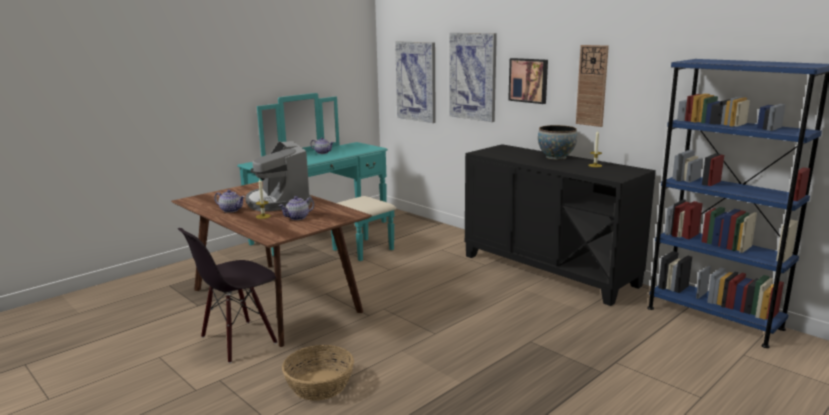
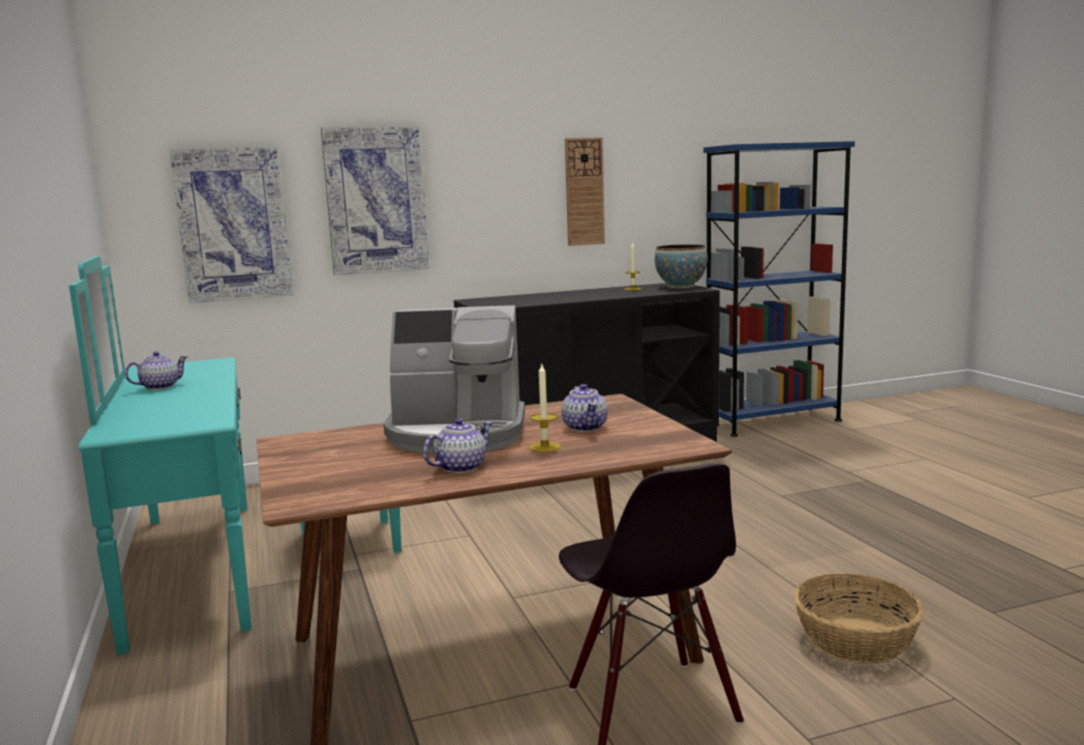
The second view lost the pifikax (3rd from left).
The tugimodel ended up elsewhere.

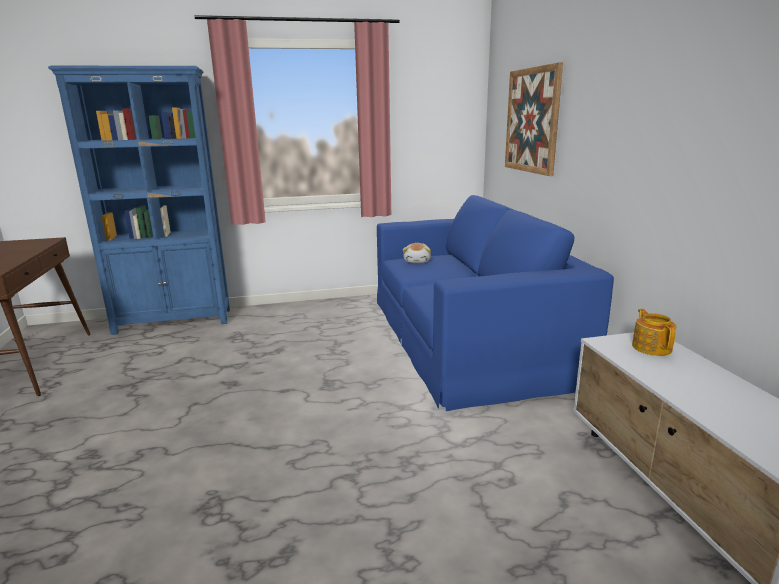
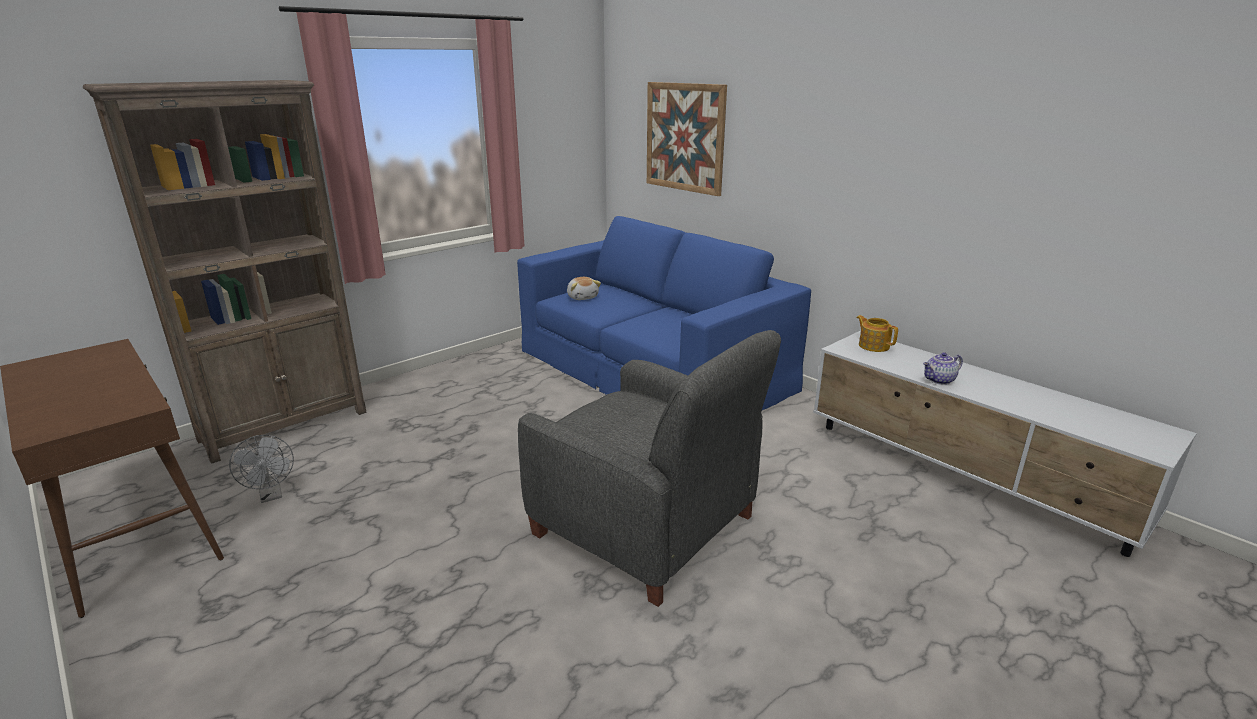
What was the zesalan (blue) turned into the zesalan (brown).
The second view gained the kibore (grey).
The second view gained the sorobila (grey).
The second view gained the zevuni (2nd from left).

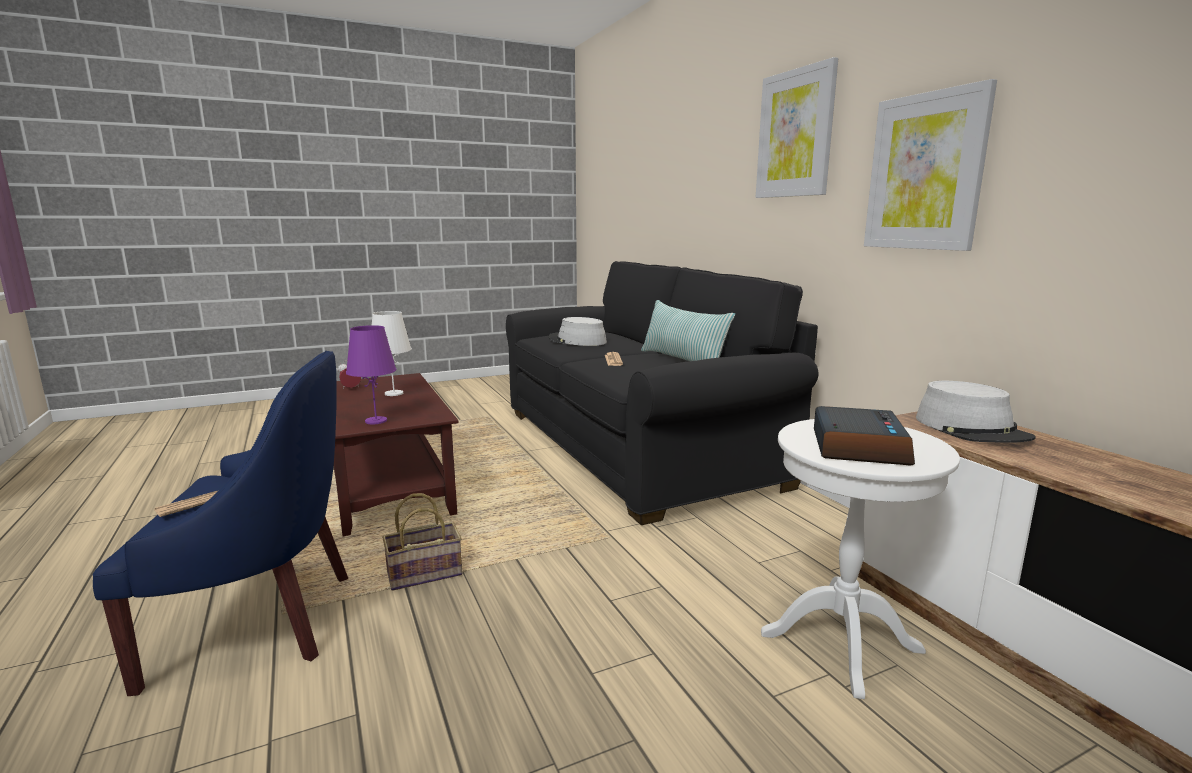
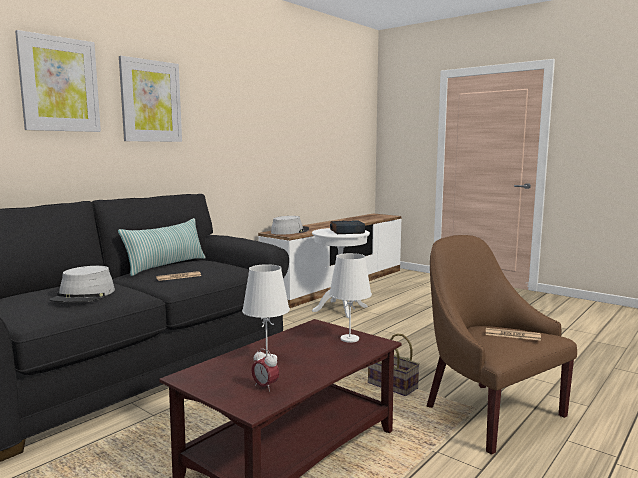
What was the sorobila (blue) turned into the sorobila (brown).
What was the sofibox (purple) turned into the sofibox (white) (2nd from left).
The pifikax (2nd from left in the first image) ended up elsewhere.

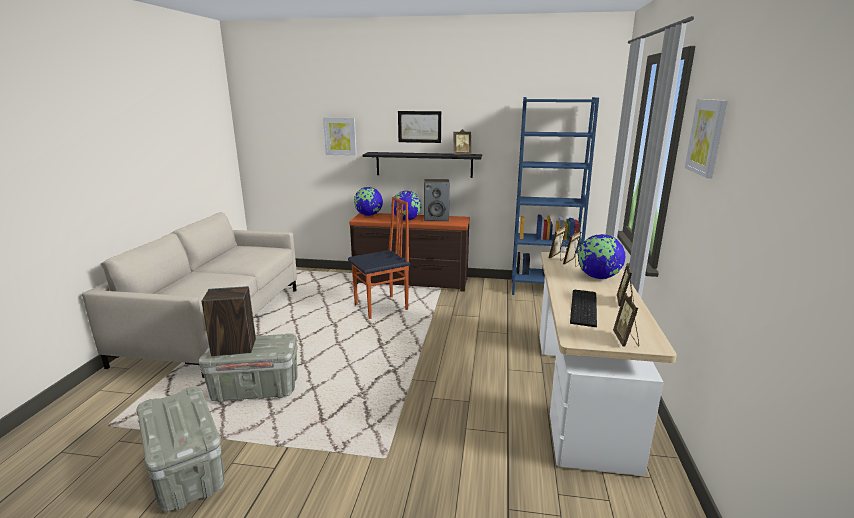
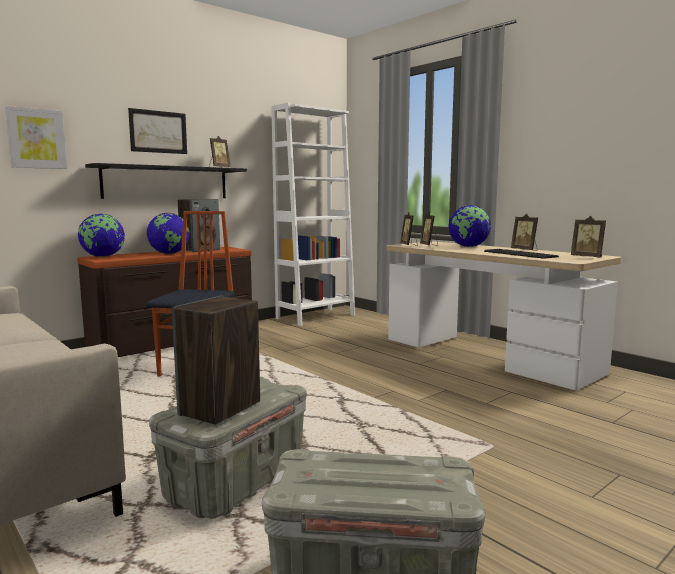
What was the zesalan (blue) turned into the zesalan (white).
The second view lost the pifikax (3rd from left).

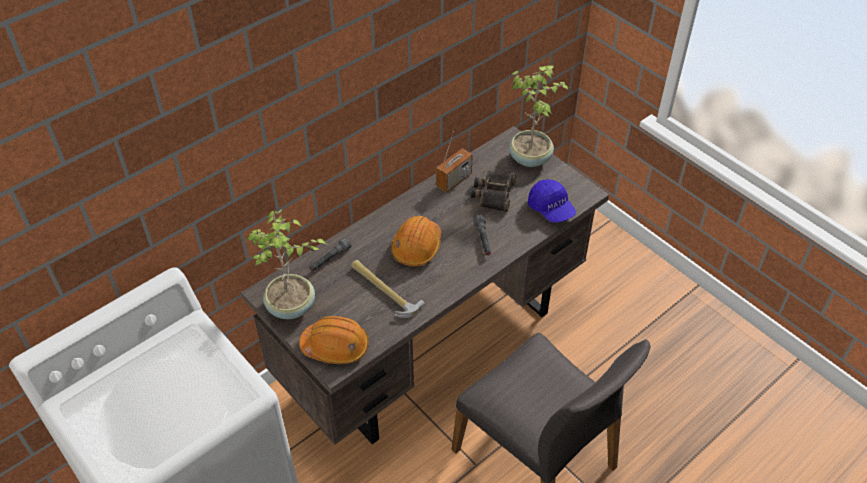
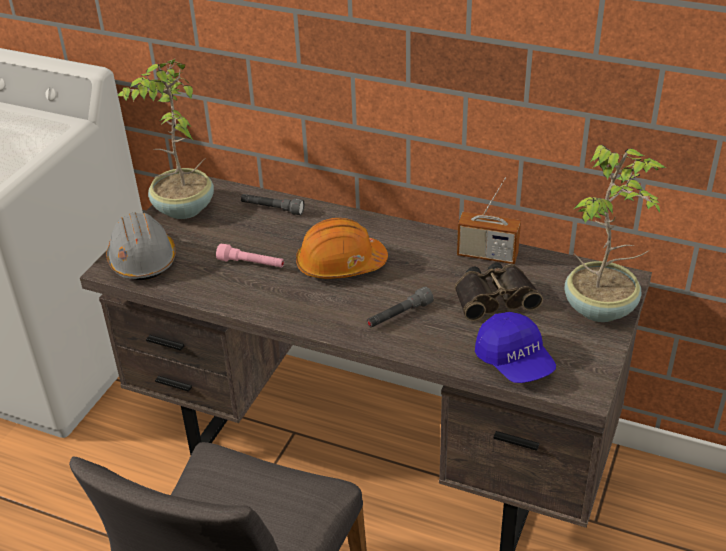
What was the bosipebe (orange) (1st from left) turned into the bosipebe (grey).
Where the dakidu stood, the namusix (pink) came to stand.
The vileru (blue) ended up facing another way, 60 degrees counterclockwise from before.

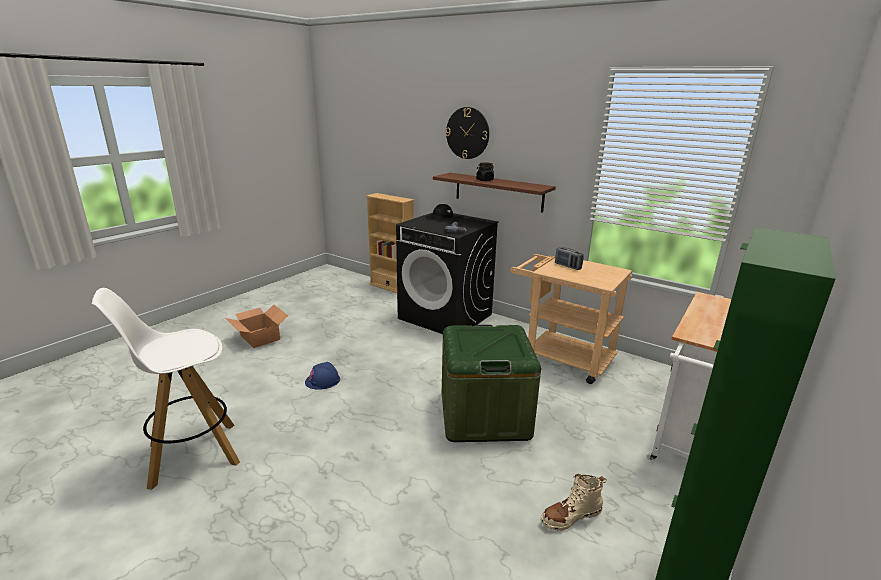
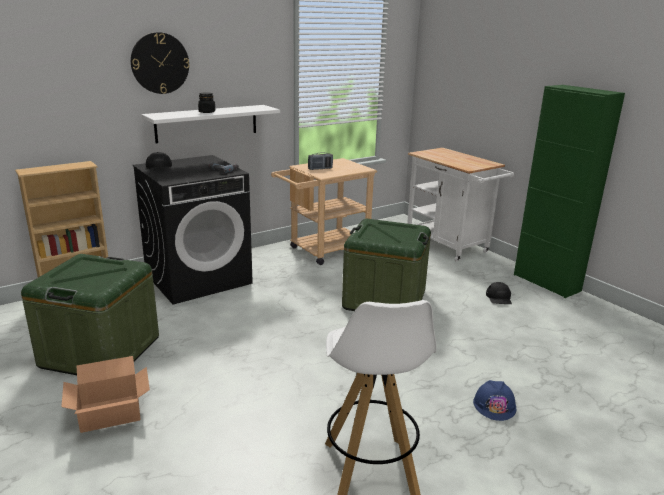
The bosipebe (blue) ended up elsewhere.
What was the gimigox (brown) turned into the gimigox (white).
Where the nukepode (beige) stood, the vileru (black) (2nd from left) came to stand.
The second view gained the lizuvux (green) (1st from left).

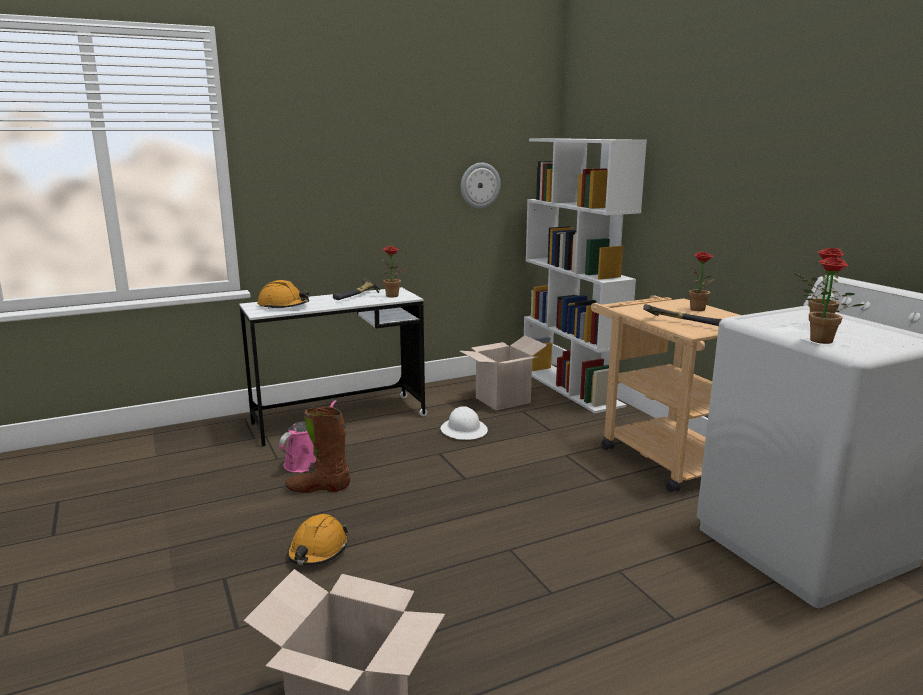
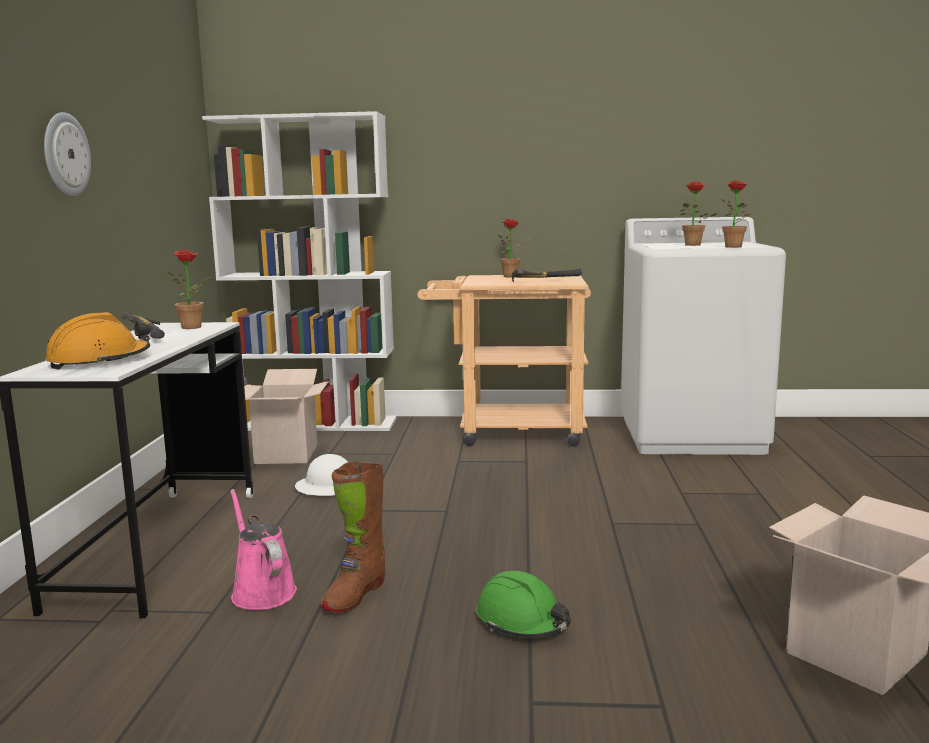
What was the bosipebe (orange) (2nd from left) turned into the bosipebe (green).
The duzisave ended up elsewhere.

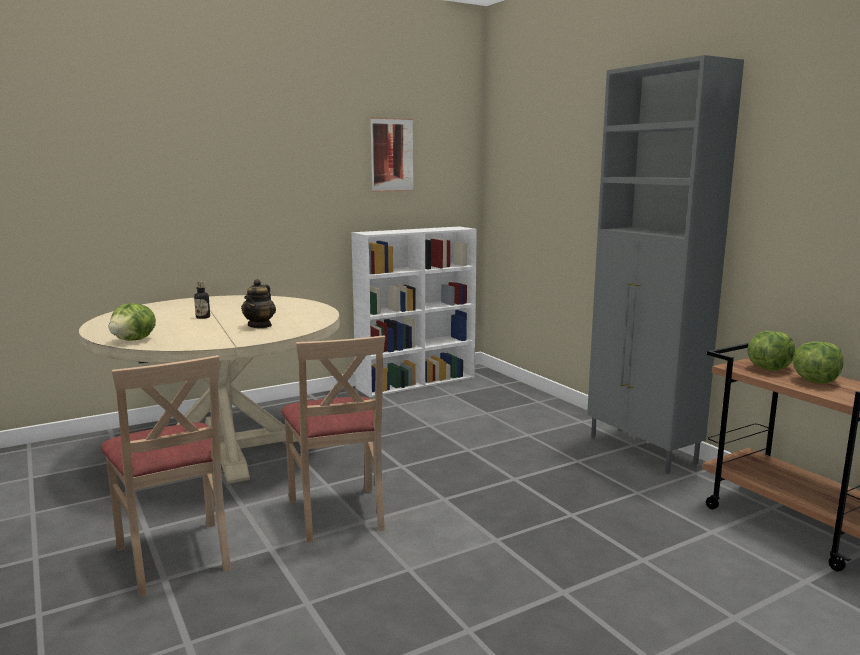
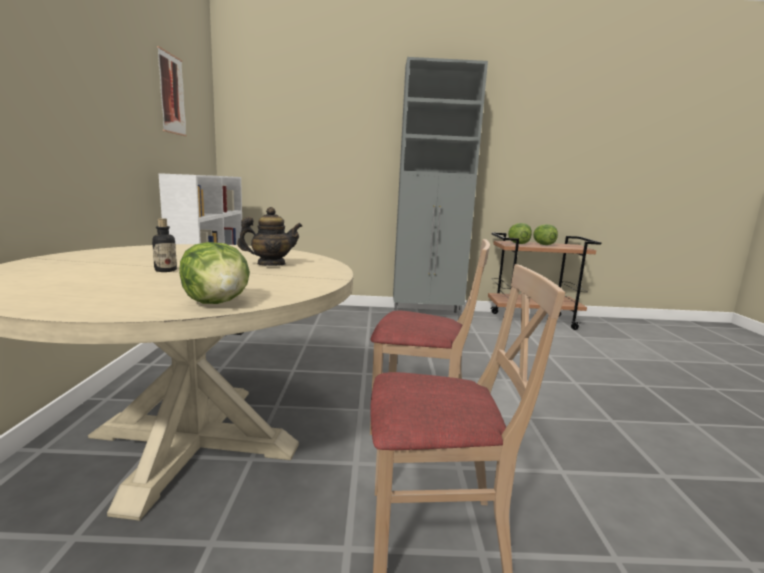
The zevuni ended up facing another way, 60 degrees counterclockwise from before.

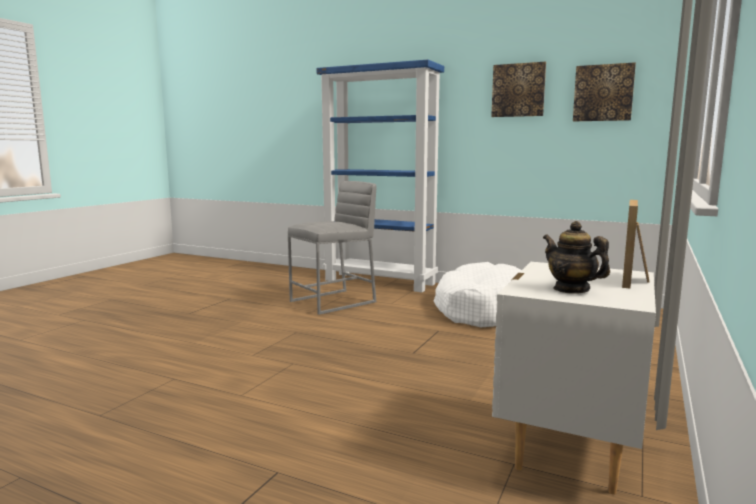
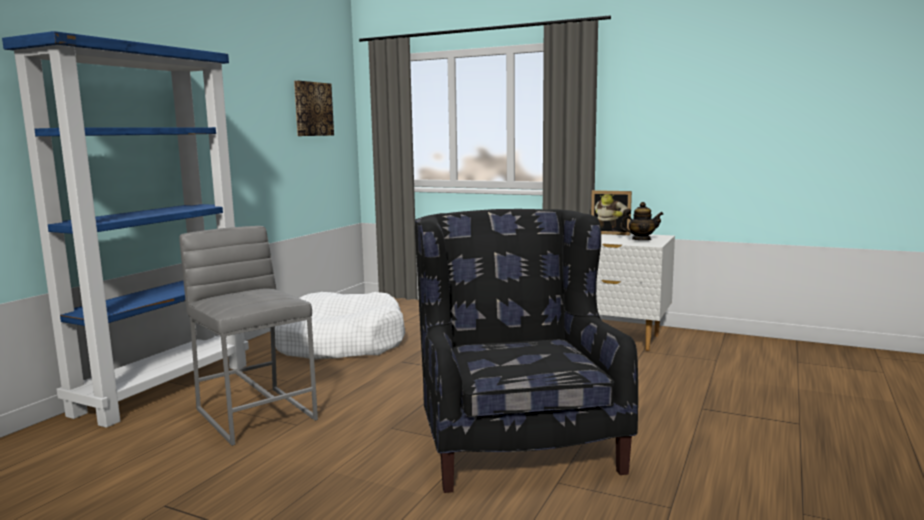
The second view lost the pifikax (1st from left).
The zevuni ended up facing another way, 135 degrees counterclockwise from before.
The second view gained the sorobila (black).

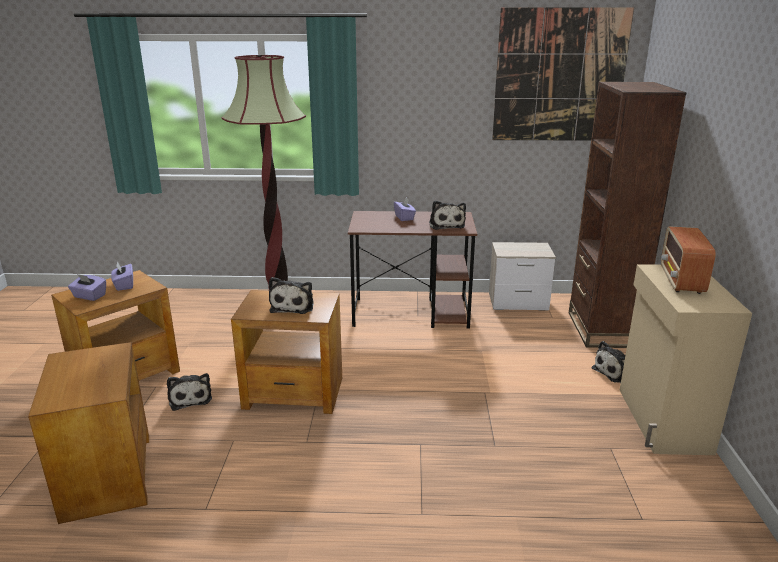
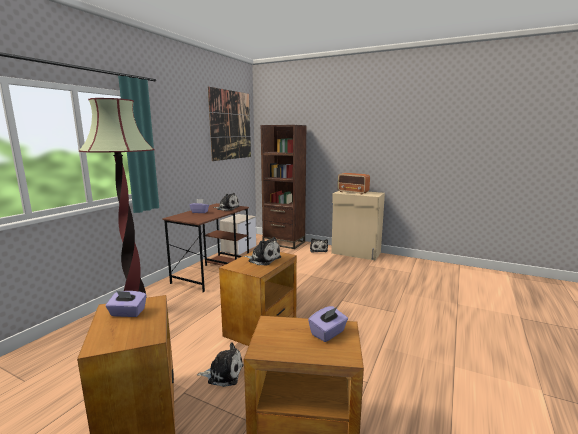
The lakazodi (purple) (1st from left in the first image) ended up elsewhere.

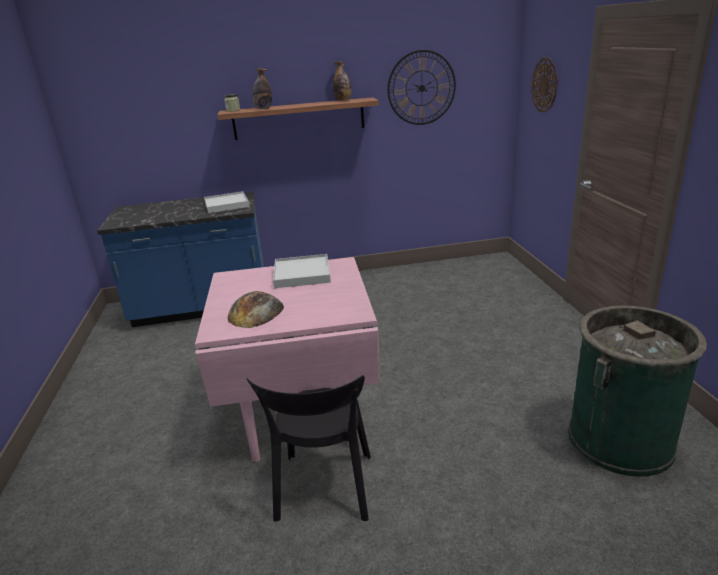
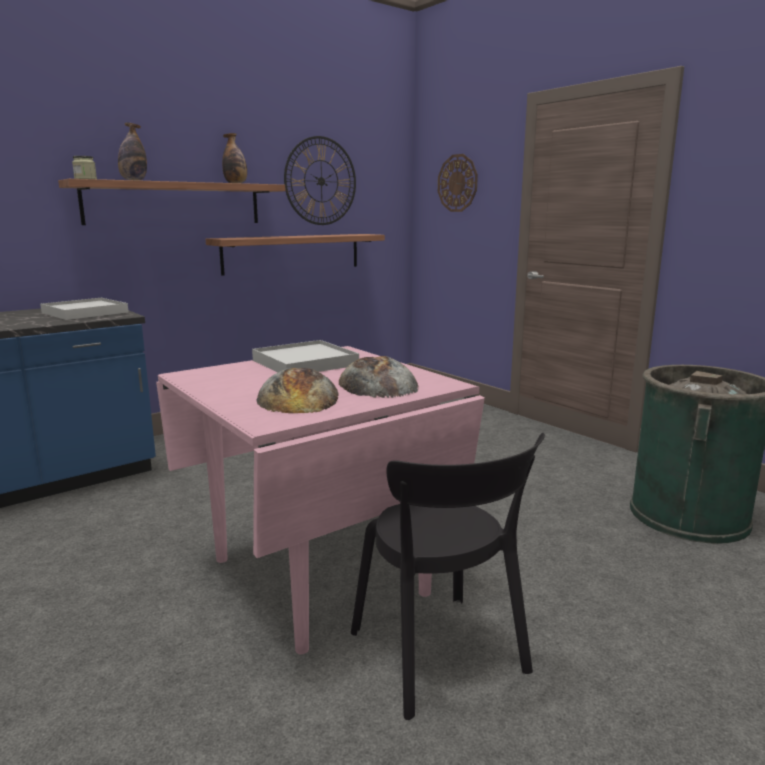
The second view gained the gimigox (2nd from left).
The second view gained the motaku (2nd from left).

